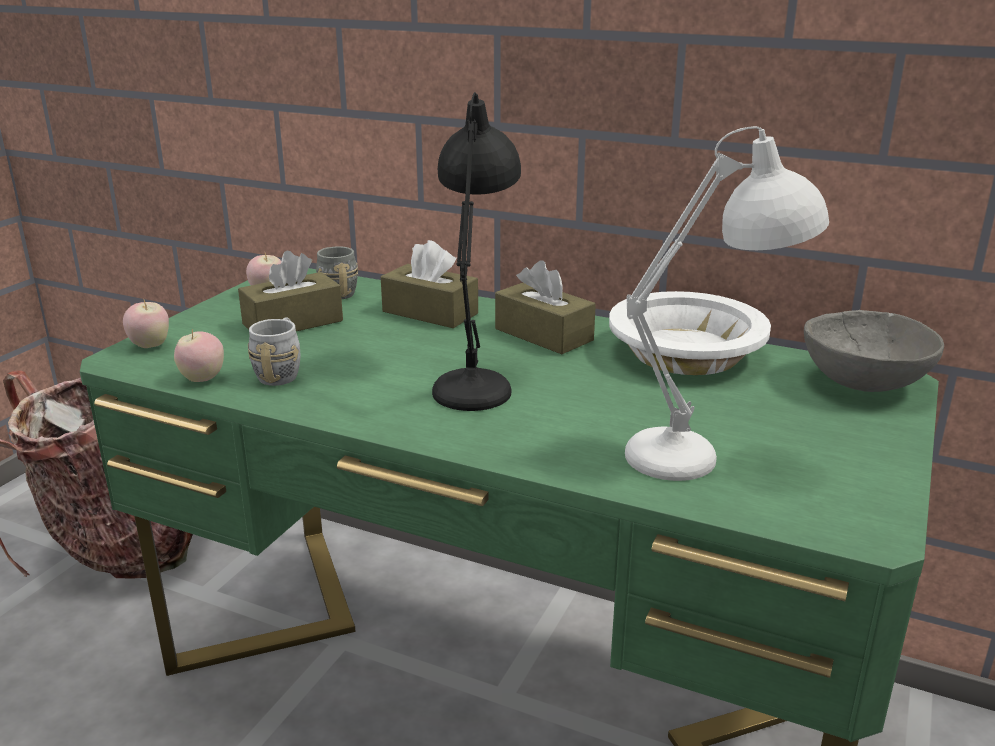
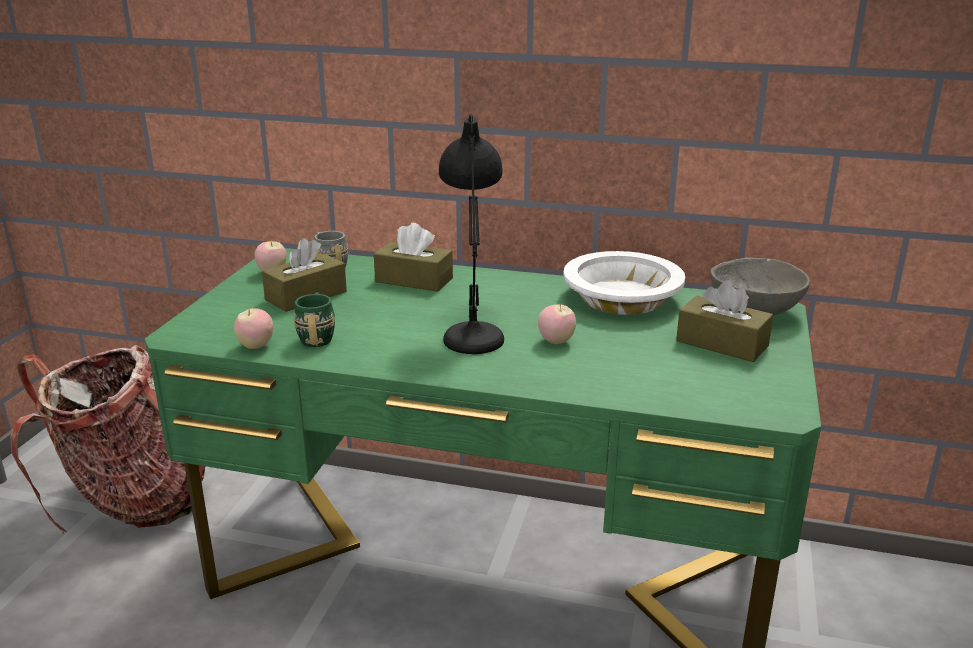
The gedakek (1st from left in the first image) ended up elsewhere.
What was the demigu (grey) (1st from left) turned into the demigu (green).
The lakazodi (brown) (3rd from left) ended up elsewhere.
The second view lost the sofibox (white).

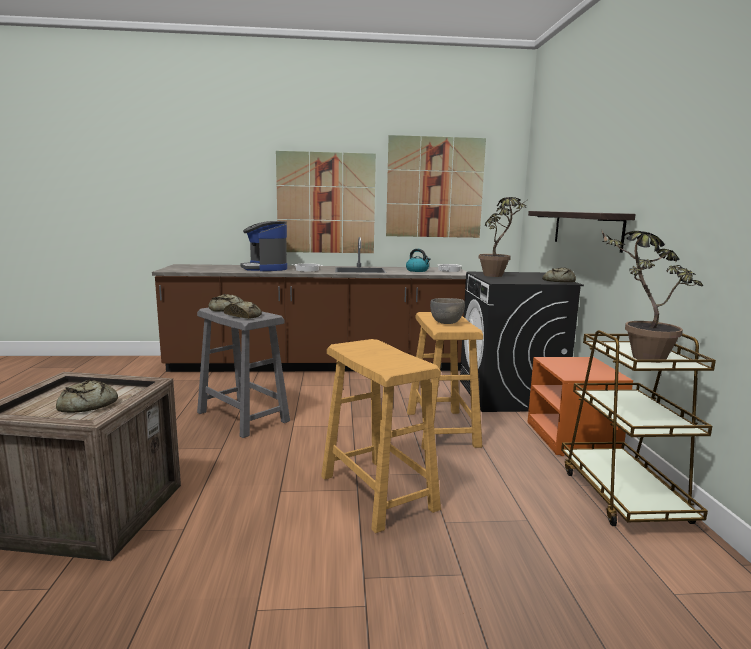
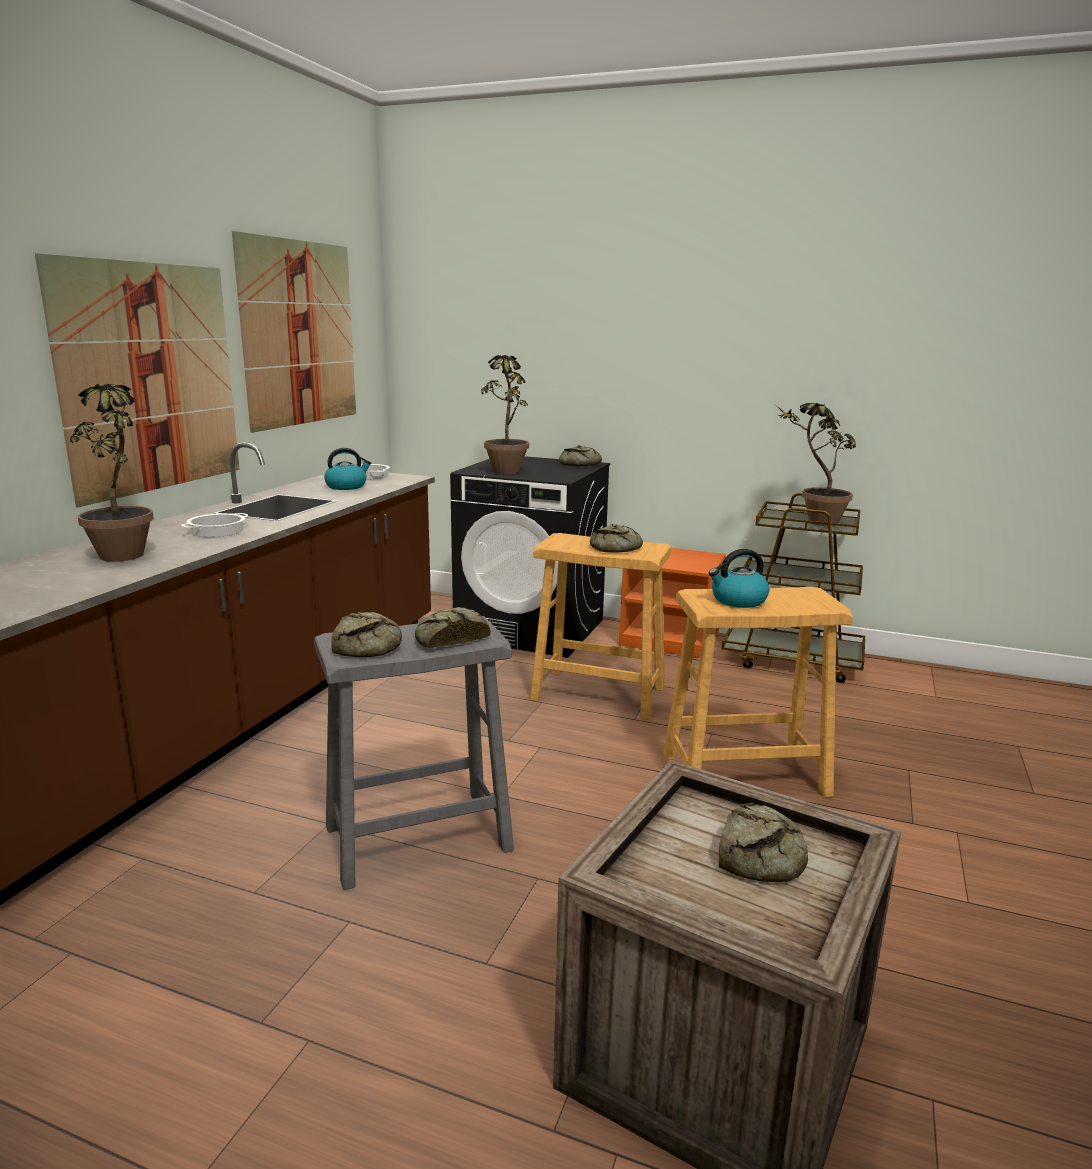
Where the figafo stood, the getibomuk (1st from left) came to stand.
Where the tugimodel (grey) stood, the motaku (4th from left) came to stand.
The second view lost the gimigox.
The second view gained the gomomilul (2nd from left).

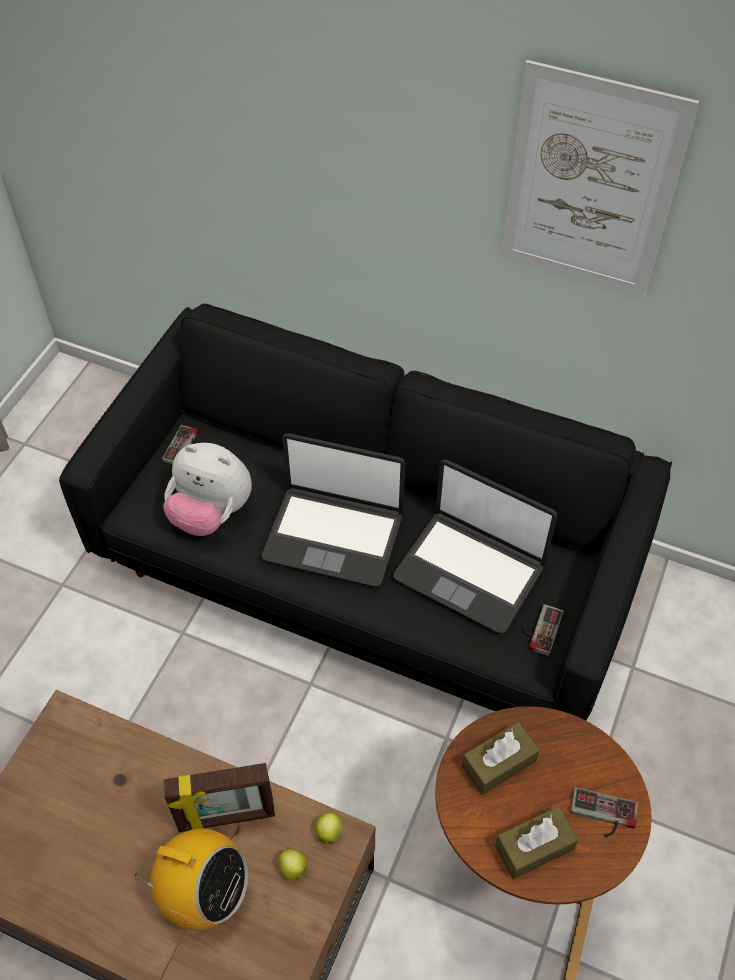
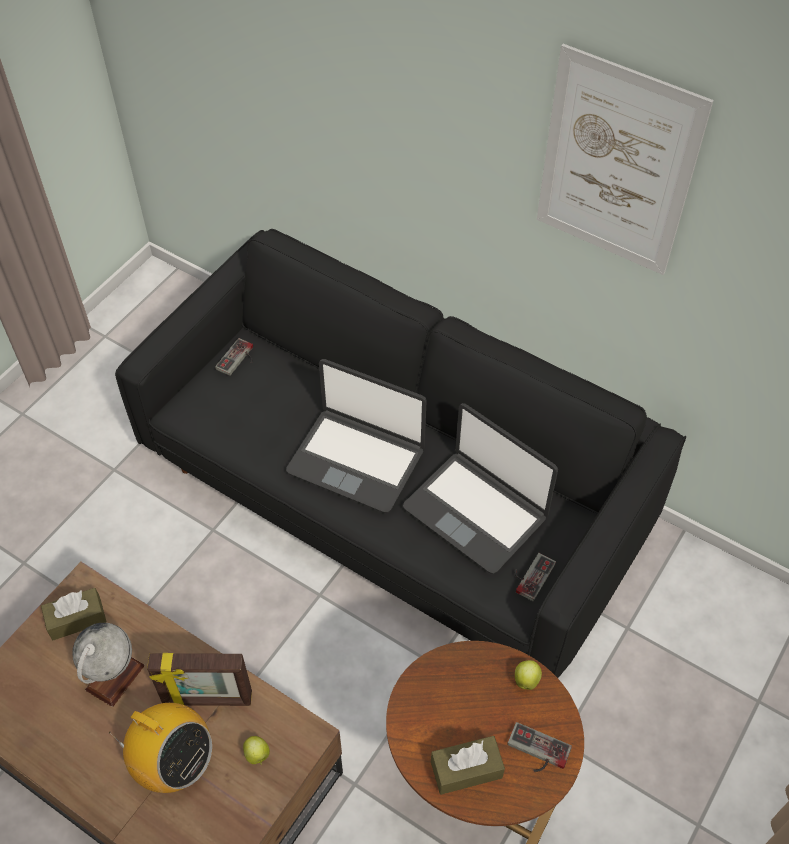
The second view lost the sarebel.
The gedakek (2nd from left) ended up elsewhere.
The lakazodi (brown) (1st from left) ended up elsewhere.
The second view gained the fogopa.

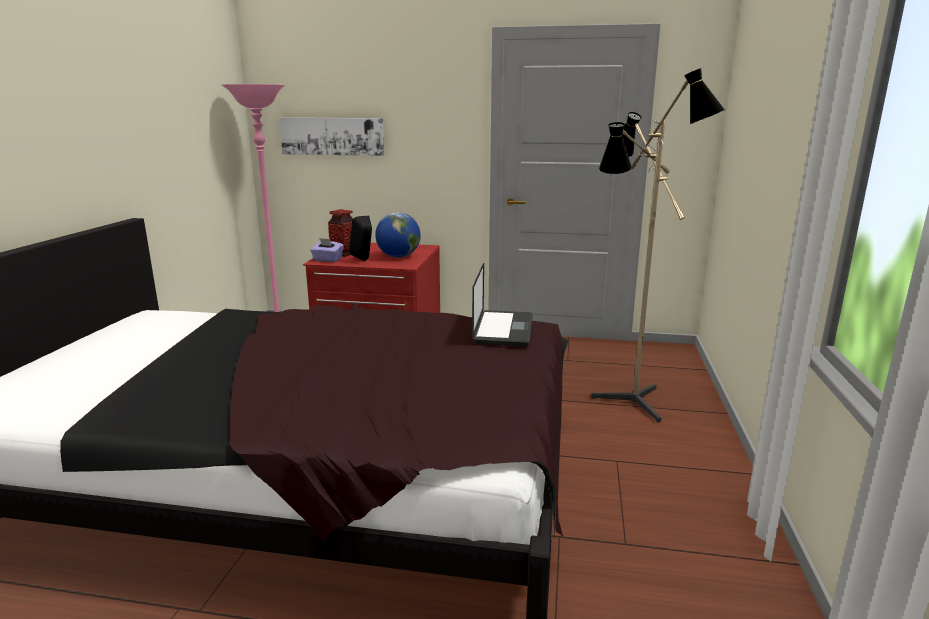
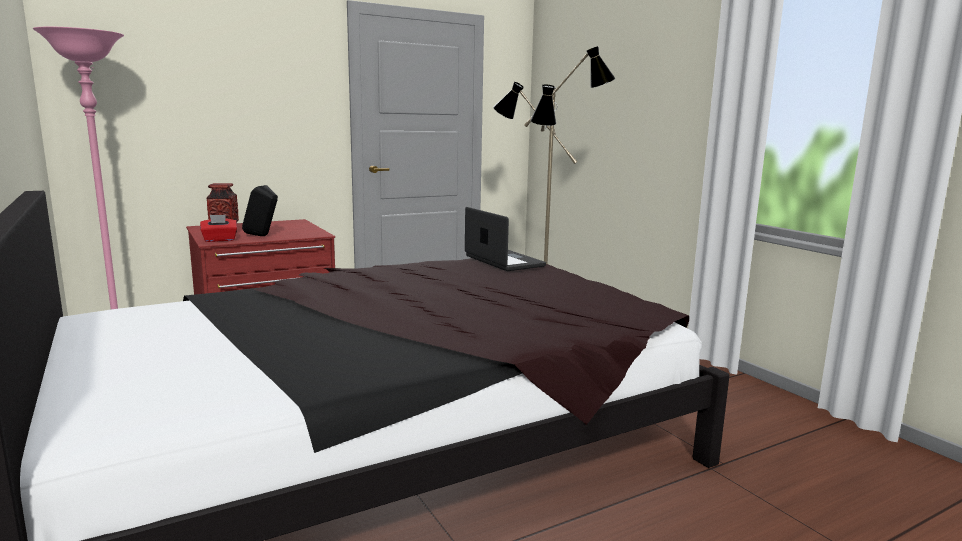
The second view lost the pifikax.
What was the lakazodi (purple) turned into the lakazodi (red).
The second view lost the fogopa.

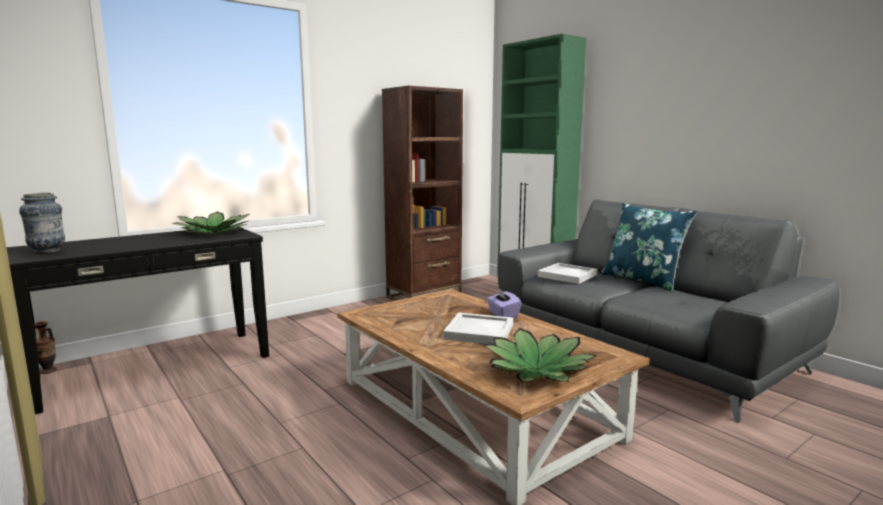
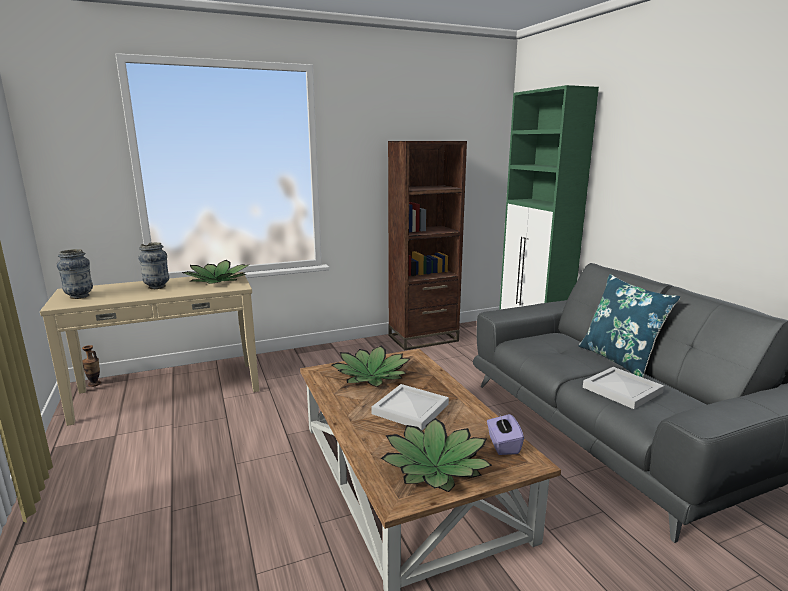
What was the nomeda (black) turned into the nomeda (beige).
The lakazodi (purple) ended up elsewhere.
The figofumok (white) (2nd from left) ended up elsewhere.
The second view gained the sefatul (3rd from left).
The second view gained the getibomuk (2nd from left).

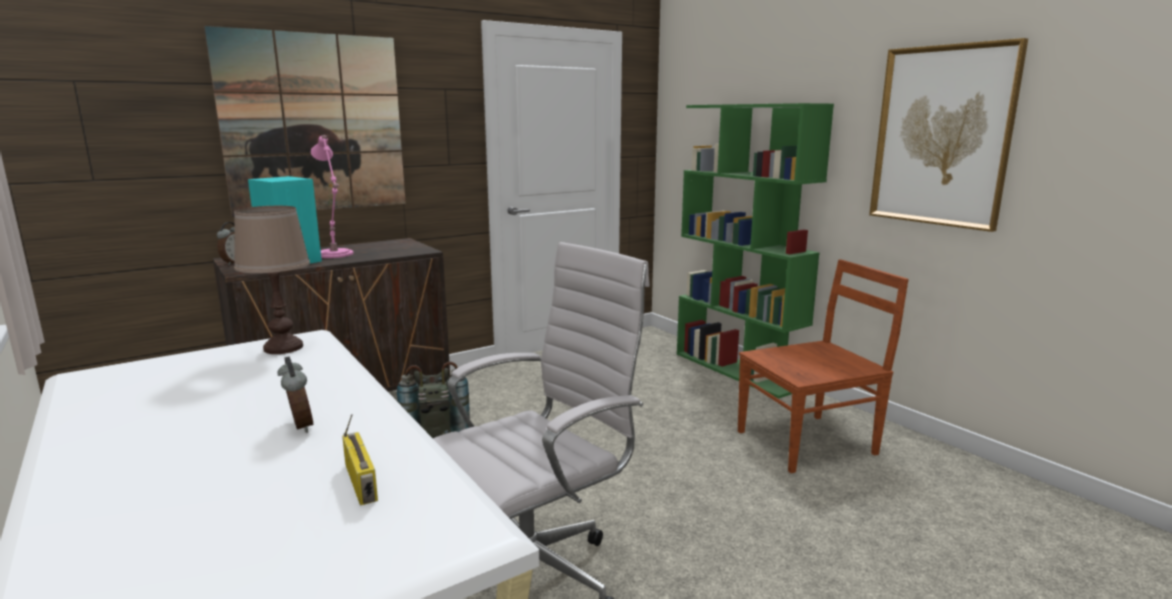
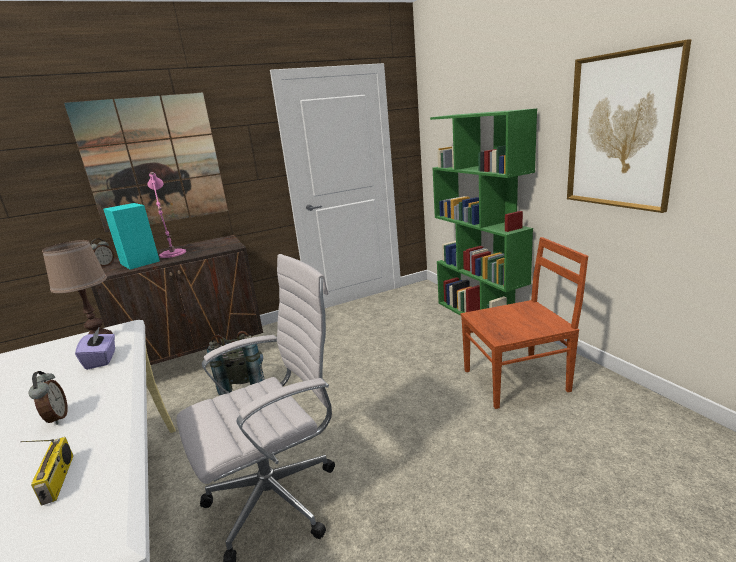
The second view gained the lakazodi (purple).

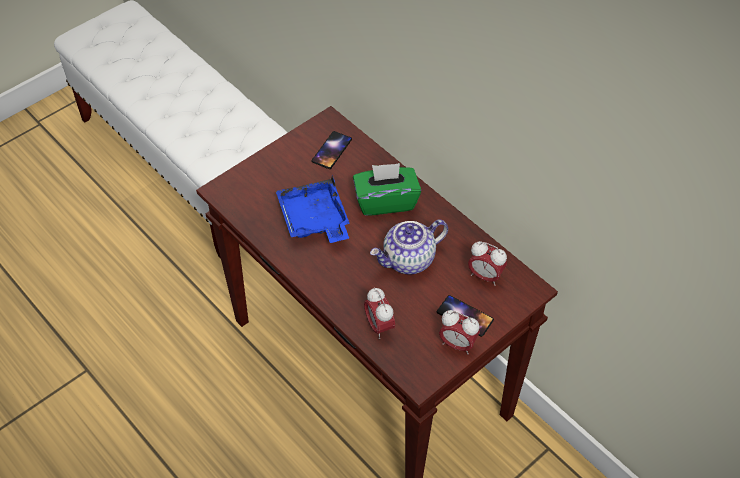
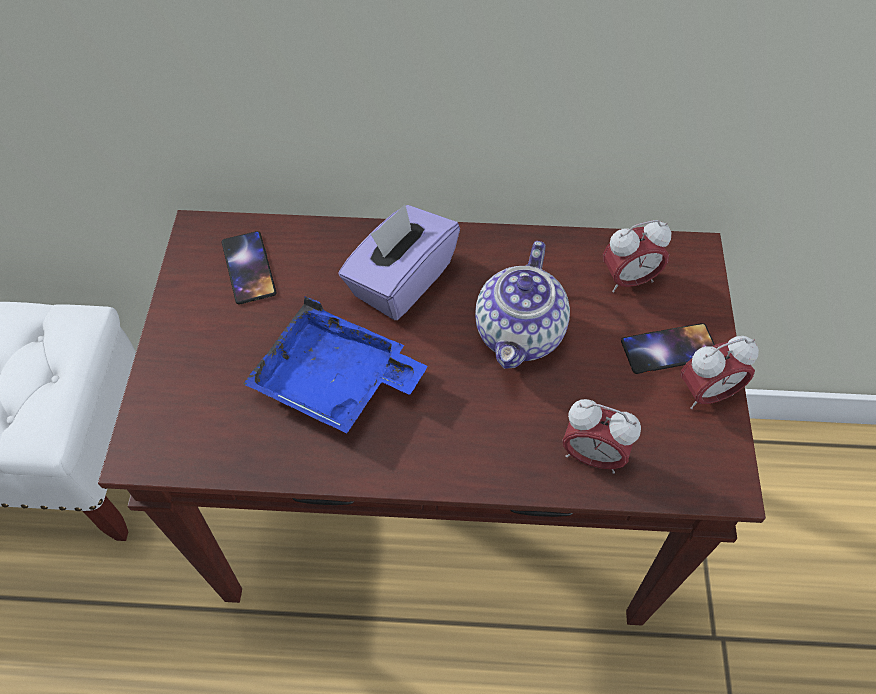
What was the lakazodi (green) turned into the lakazodi (purple).

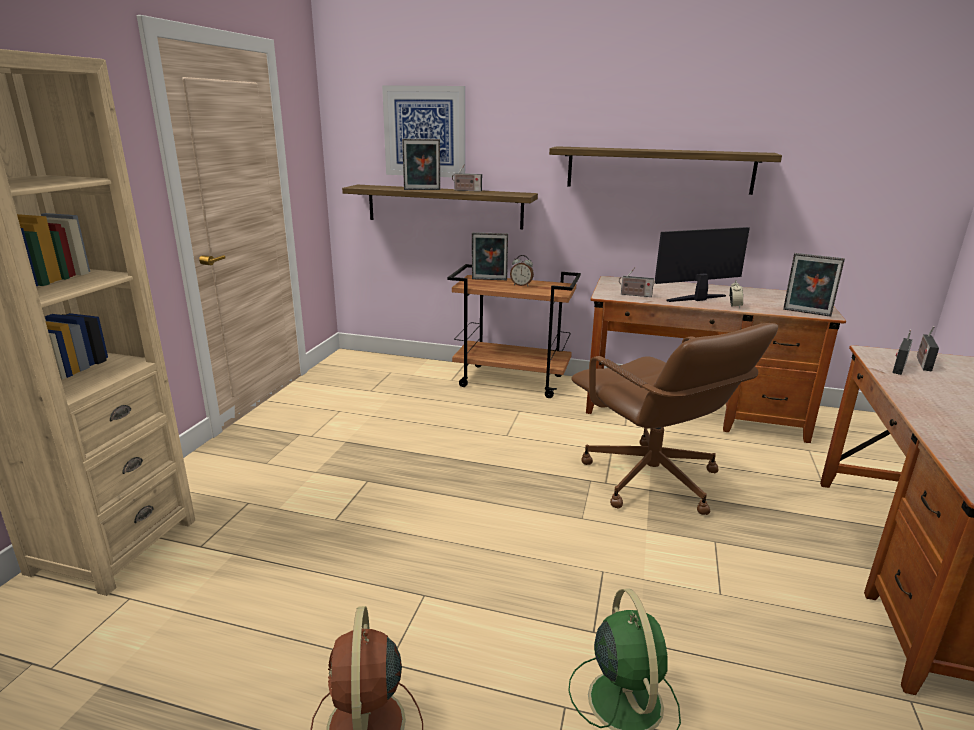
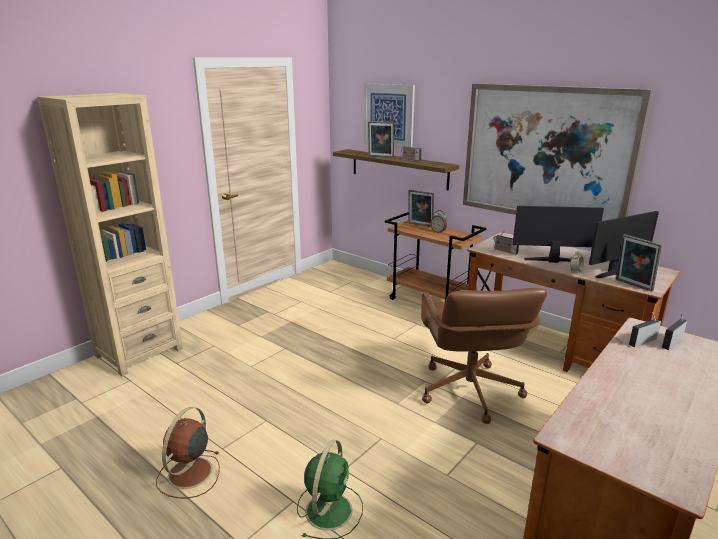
Where the gimigox (2nd from left) hung, the pifikax (2nd from left) came to hang.
The second view gained the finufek (2nd from left).

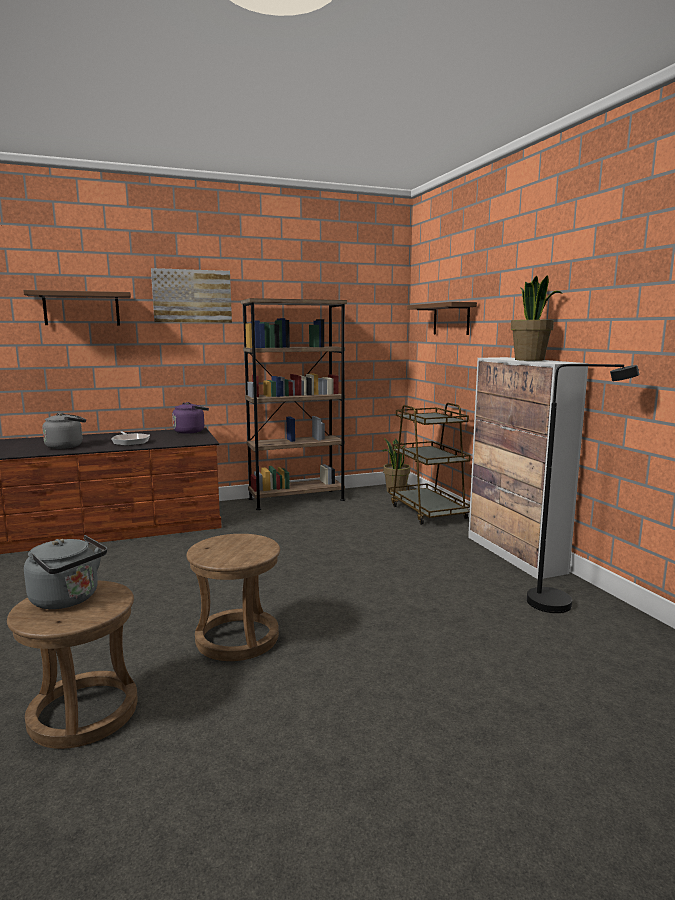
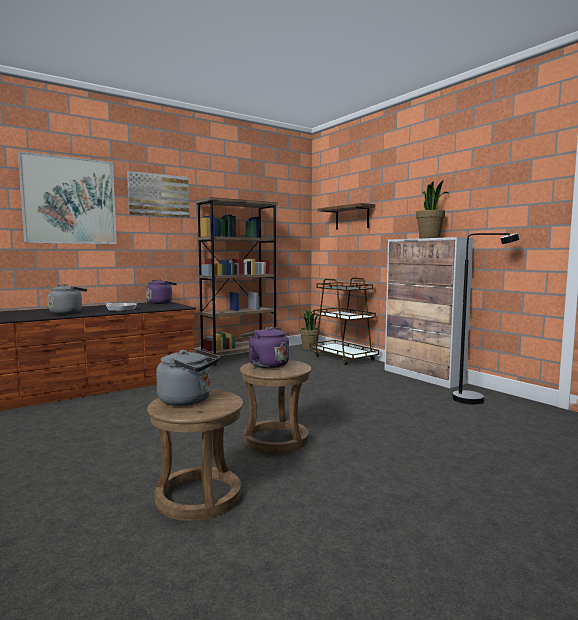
Where the gimigox (brown) (1st from left) hung, the pifikax (1st from left) came to hang.
The second view gained the gomomilul (purple) (2nd from left).

